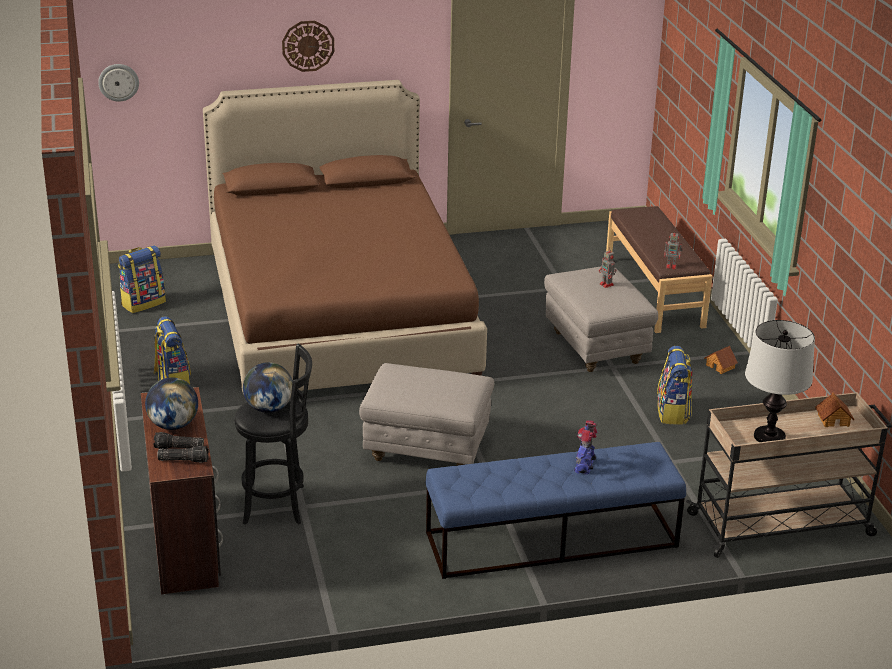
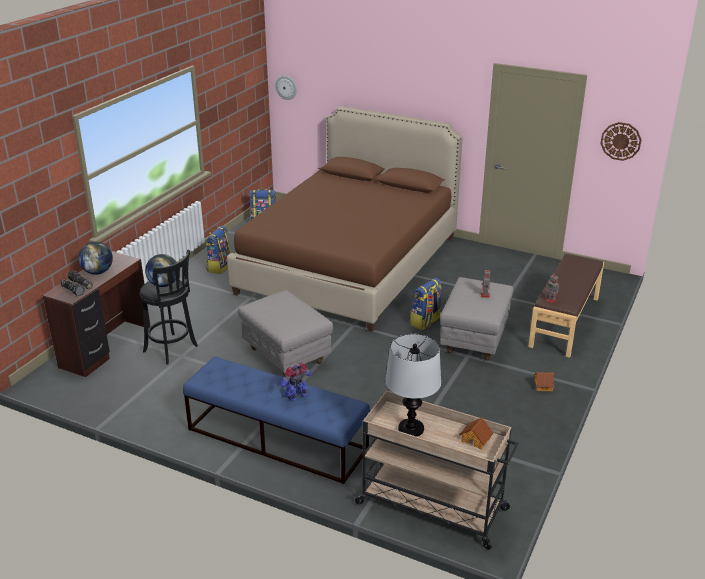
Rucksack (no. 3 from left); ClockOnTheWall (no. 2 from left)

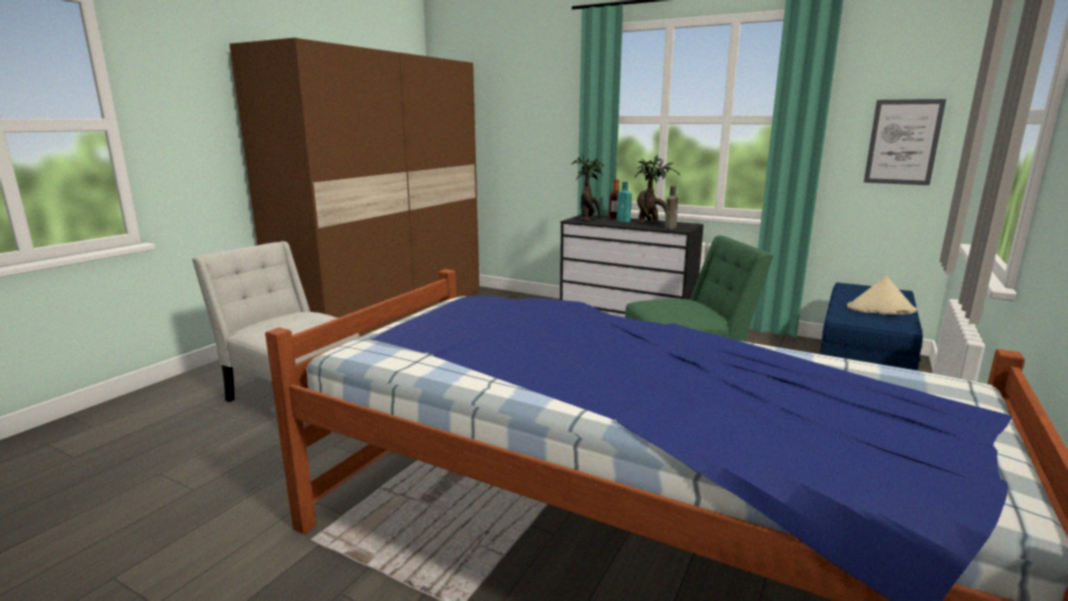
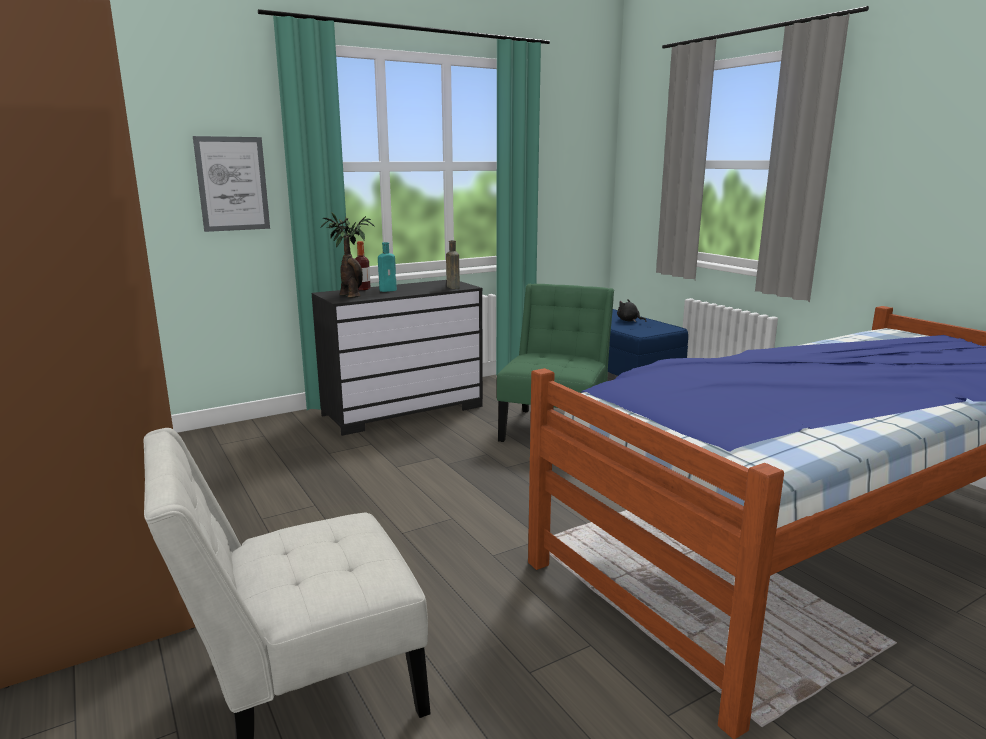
WallPicture; BlackishSoftToy; PottedPlant (no. 2 from left in the first image)

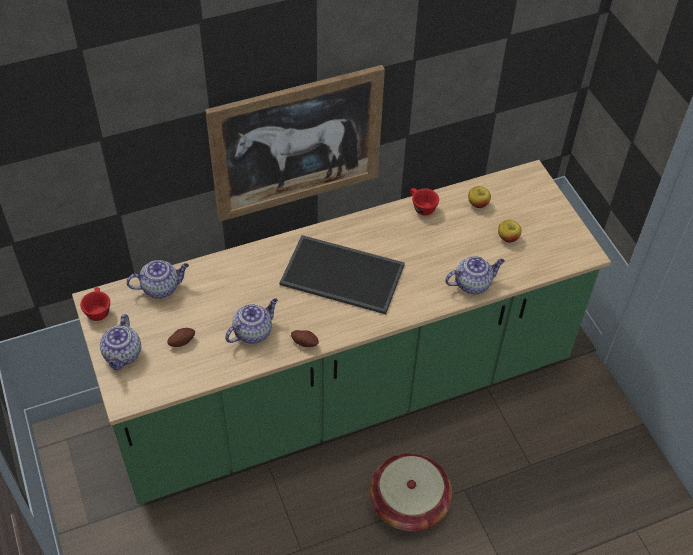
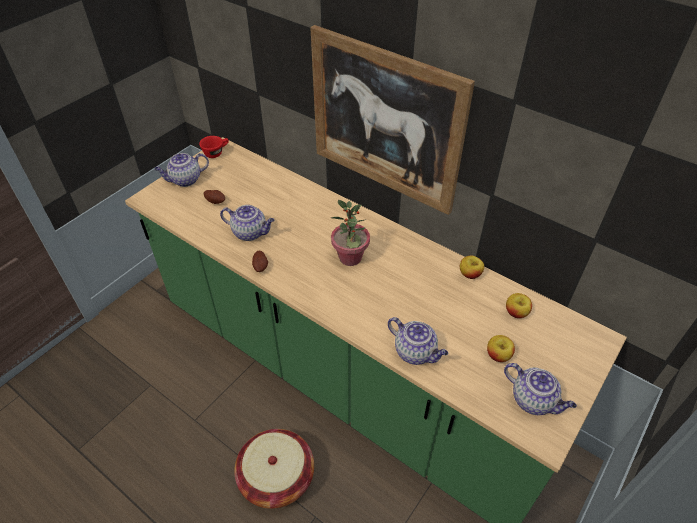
PottedPlant; AppleFruit (no. 1 from left); TeaPot (no. 4 from left)

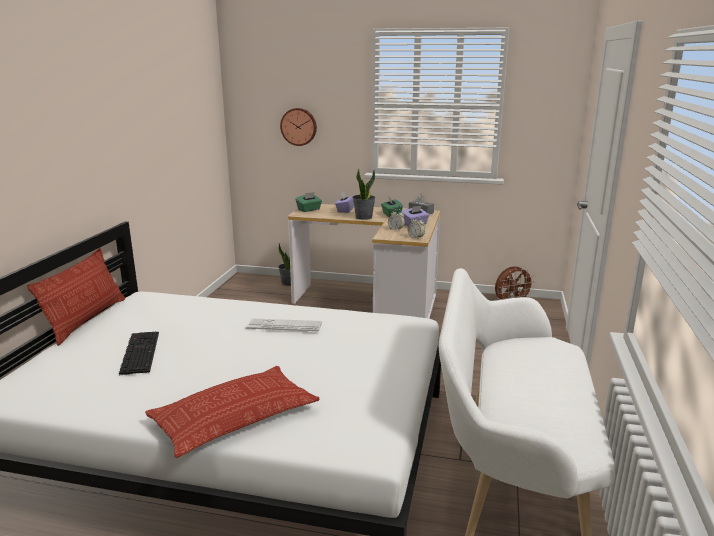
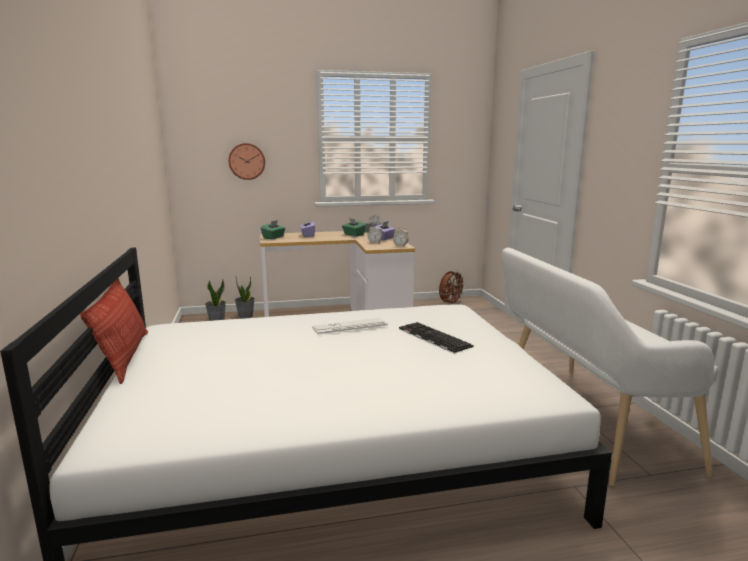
PottedPlant (no. 1 from left); ComputerKeyboard (no. 2 from left); Cushion (no. 2 from left in the first image)

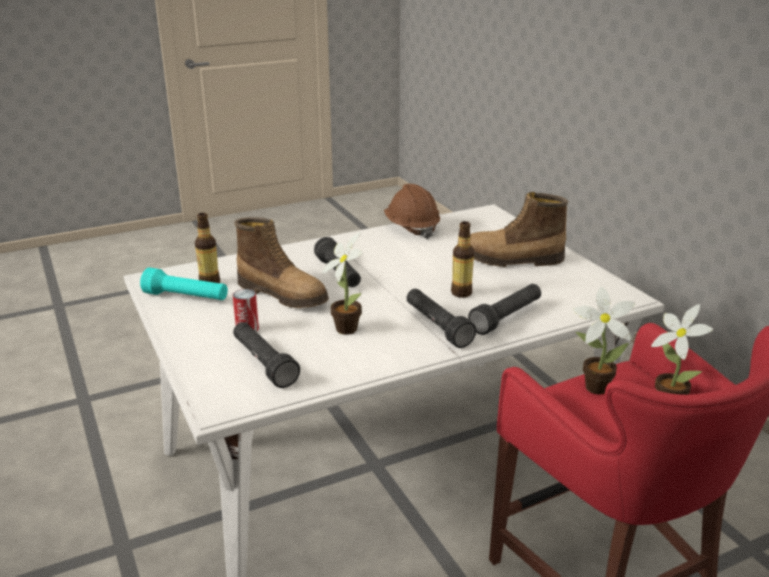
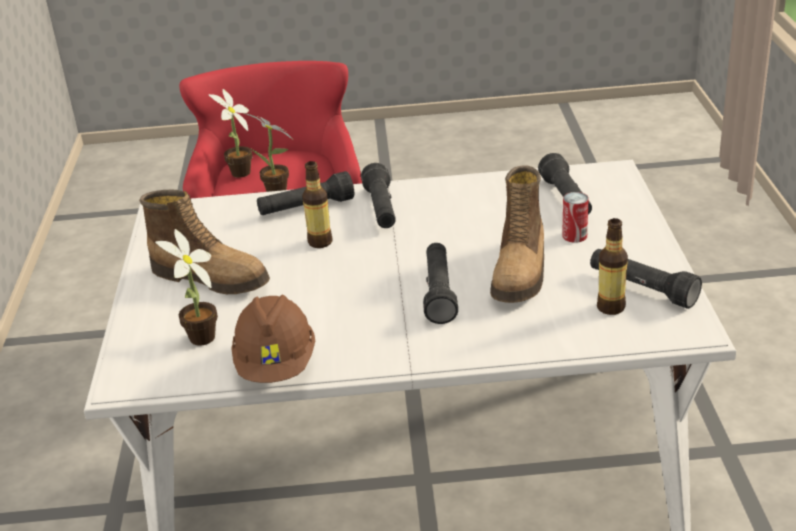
PottedPlant (no. 1 from left); Boot (no. 2 from left); BlackishFlashlight (no. 5 from left)

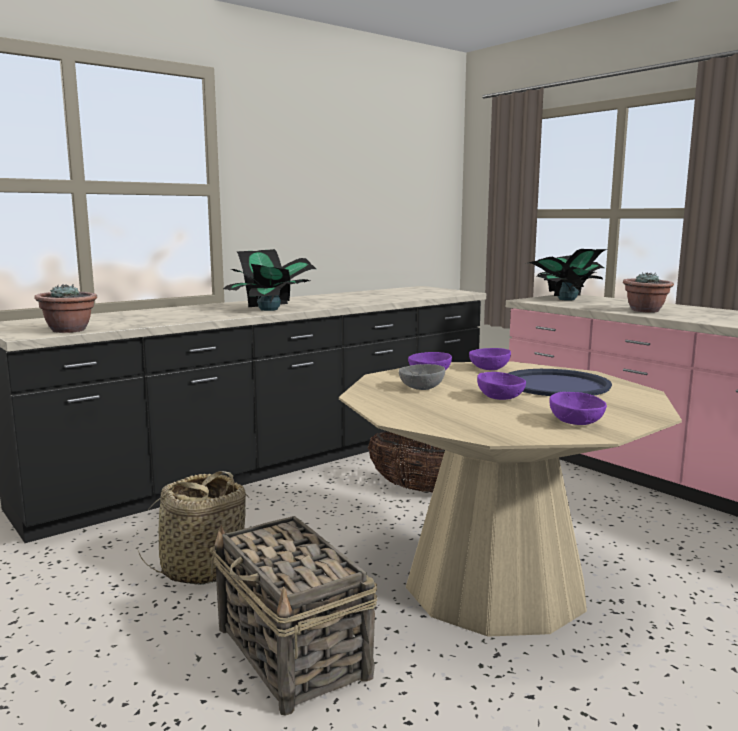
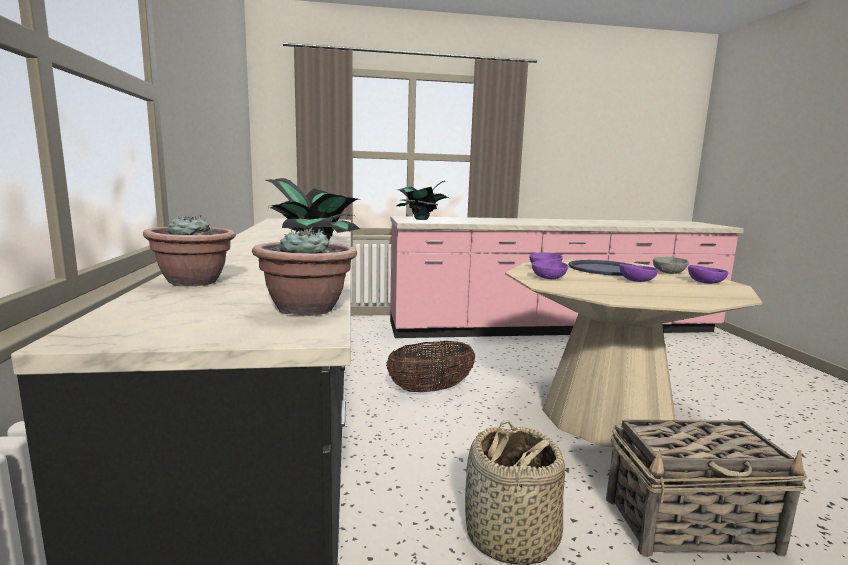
PottedPlant (no. 1 from left); GreyBowl

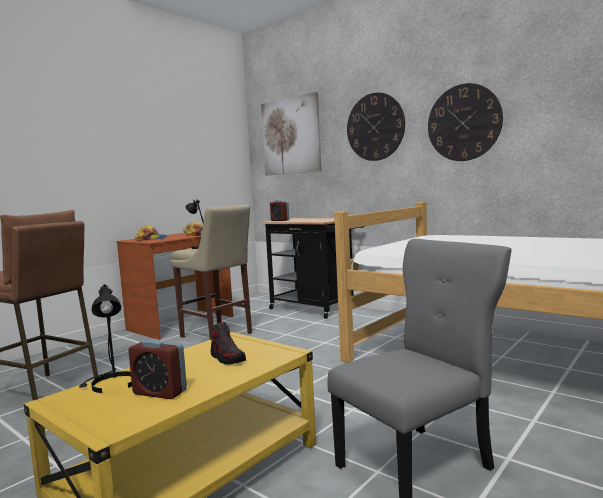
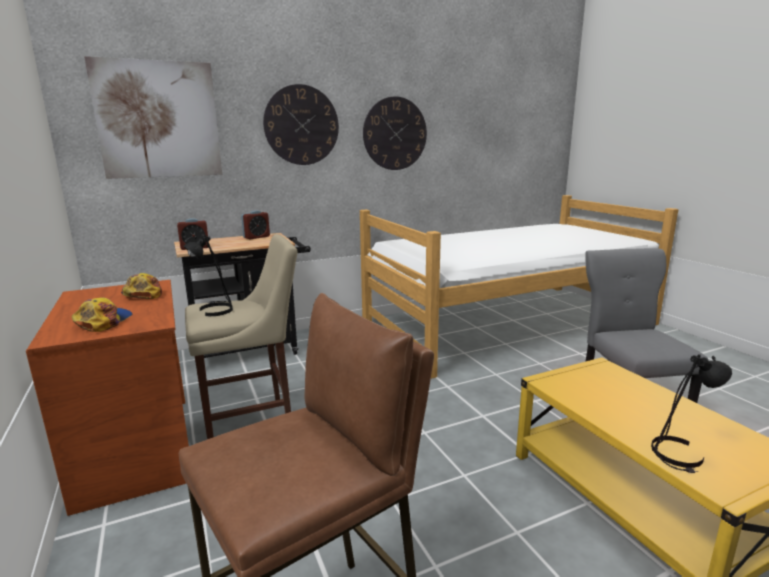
BedsideClock (no. 2 from left); Shoe

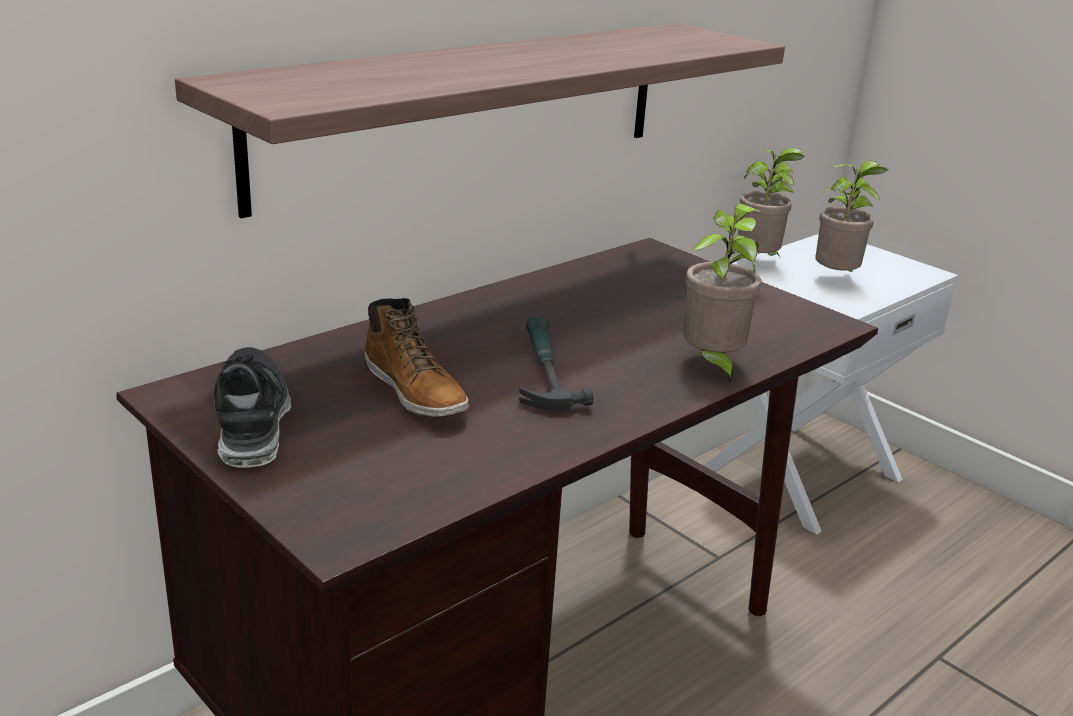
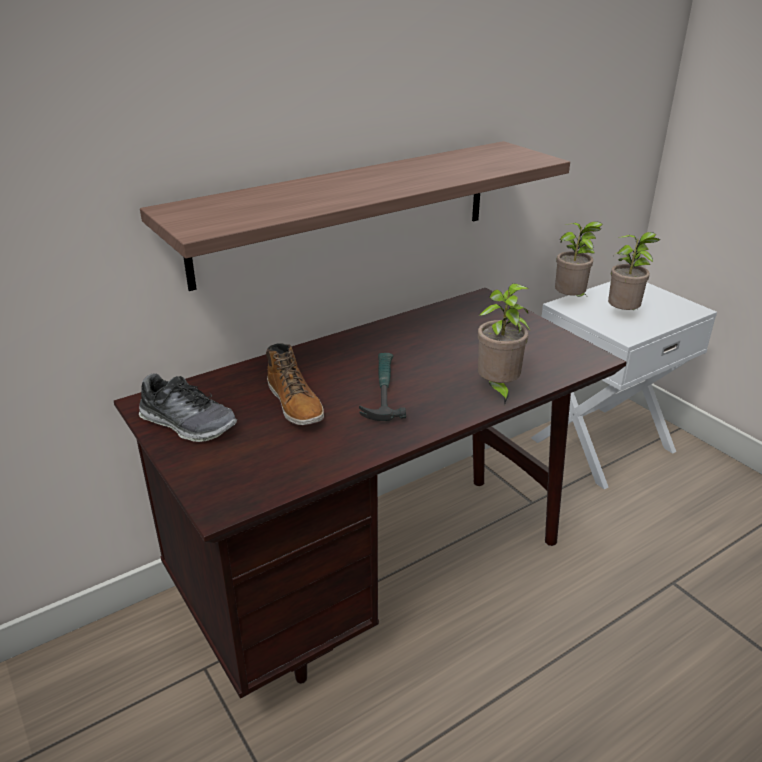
Shoe

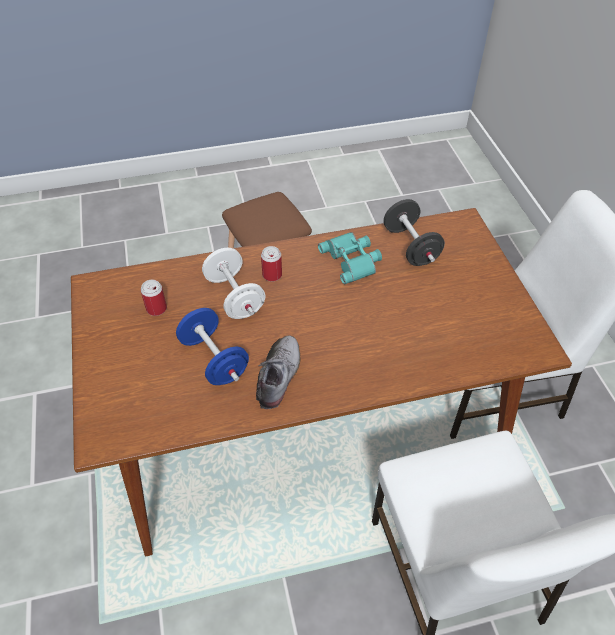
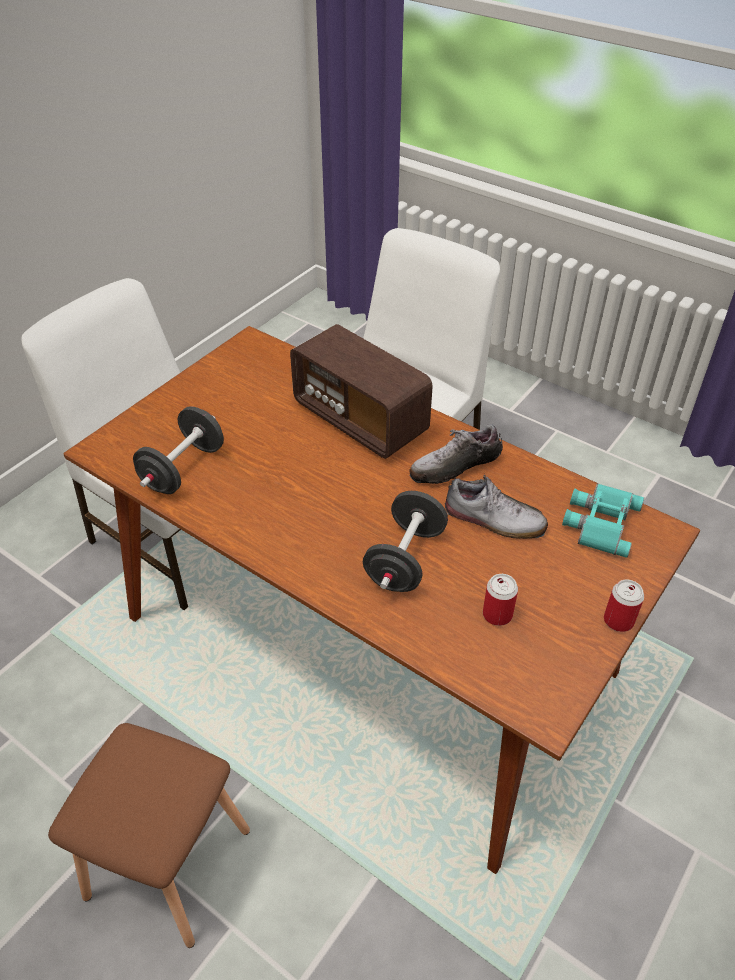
Radio; BlackishHandWeight (no. 2 from left); Shoe (no. 2 from left); TurquoiseBinoculars; SealedCan (no. 2 from left)

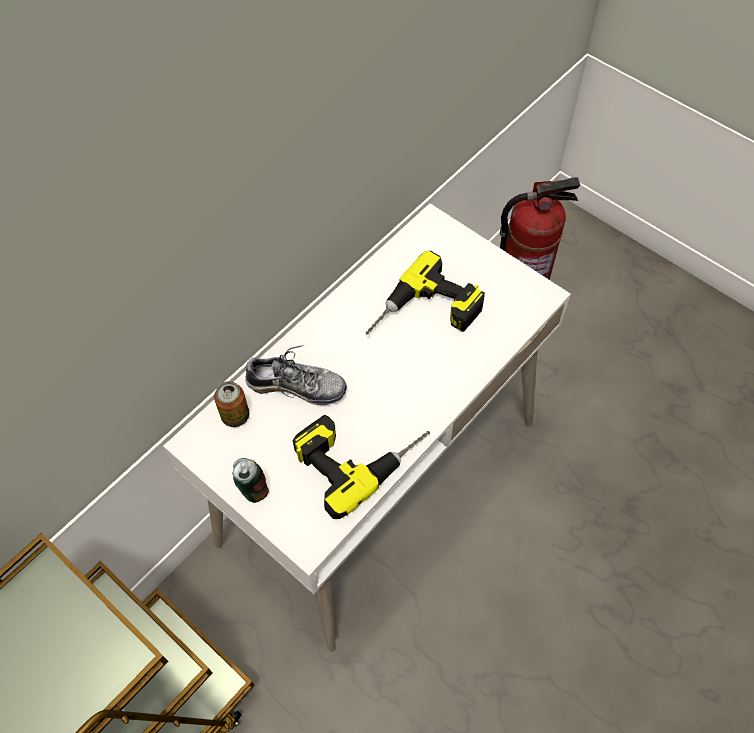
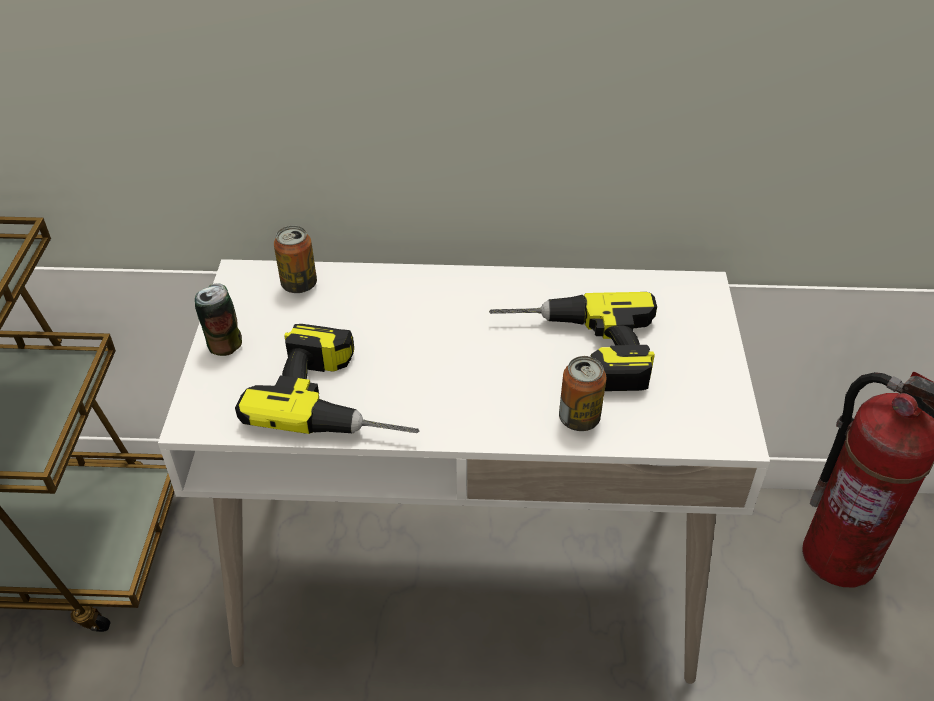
SealedCan (no. 3 from left); Shoe

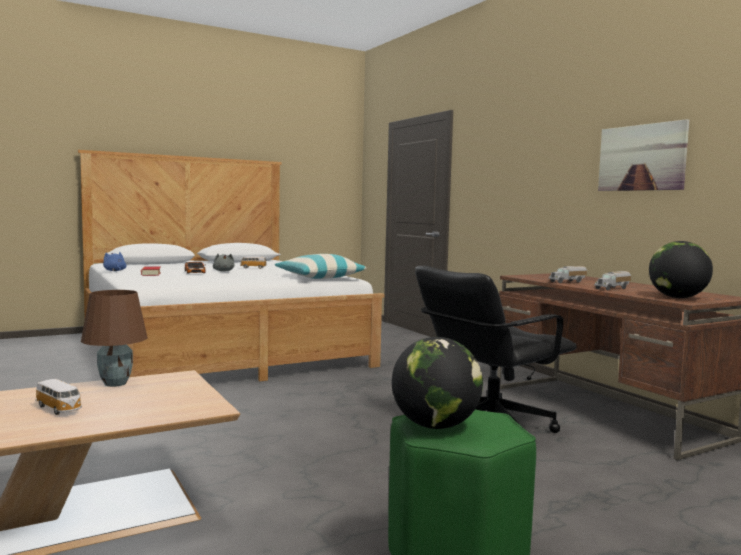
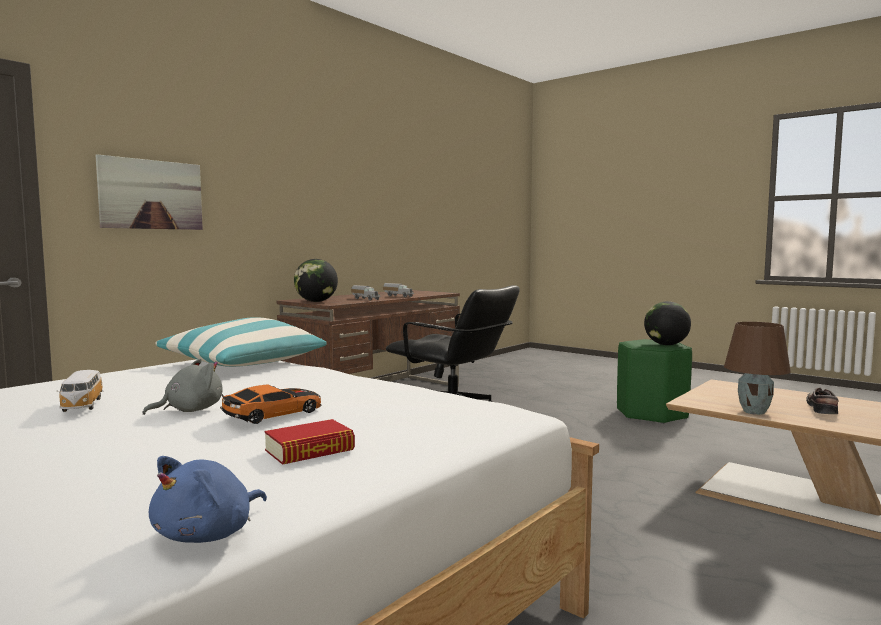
WallPicture; DeskGlobe (no. 1 from left); Shoe

